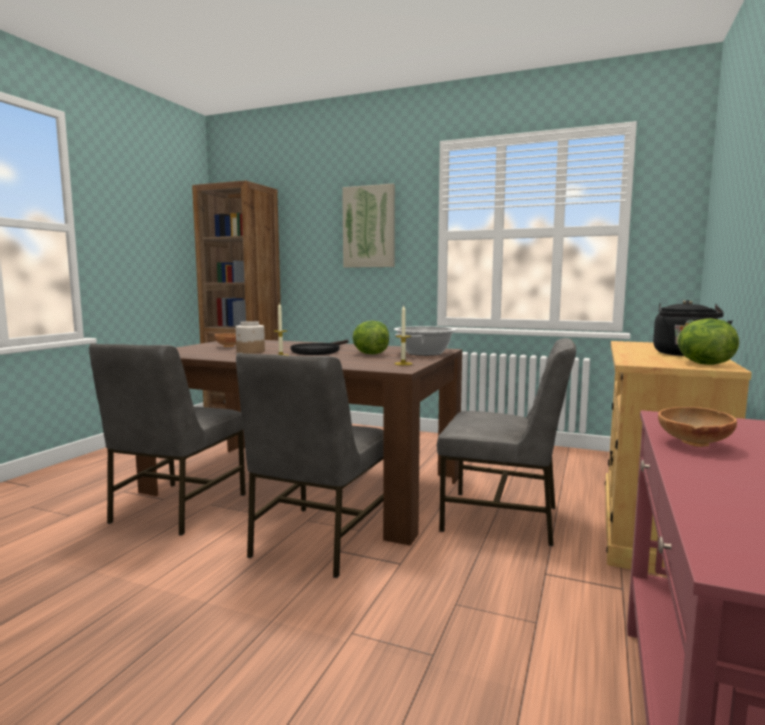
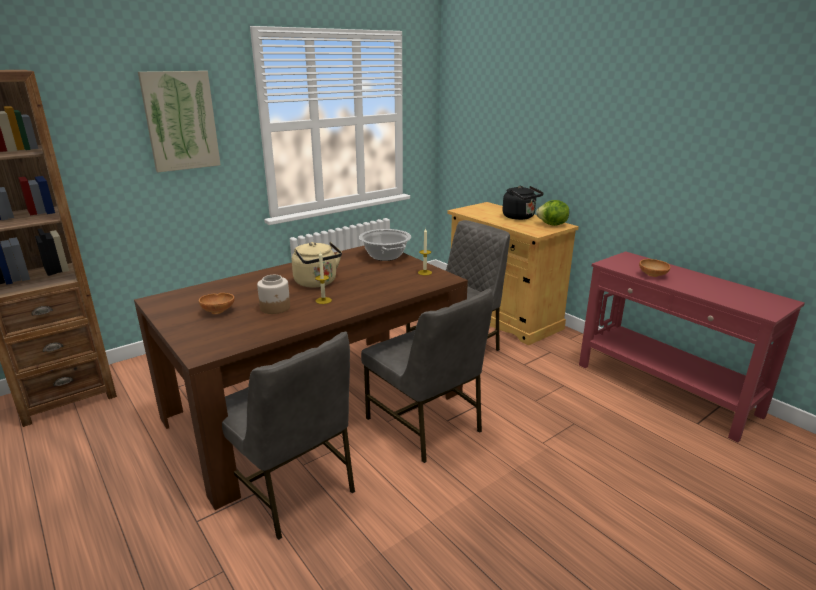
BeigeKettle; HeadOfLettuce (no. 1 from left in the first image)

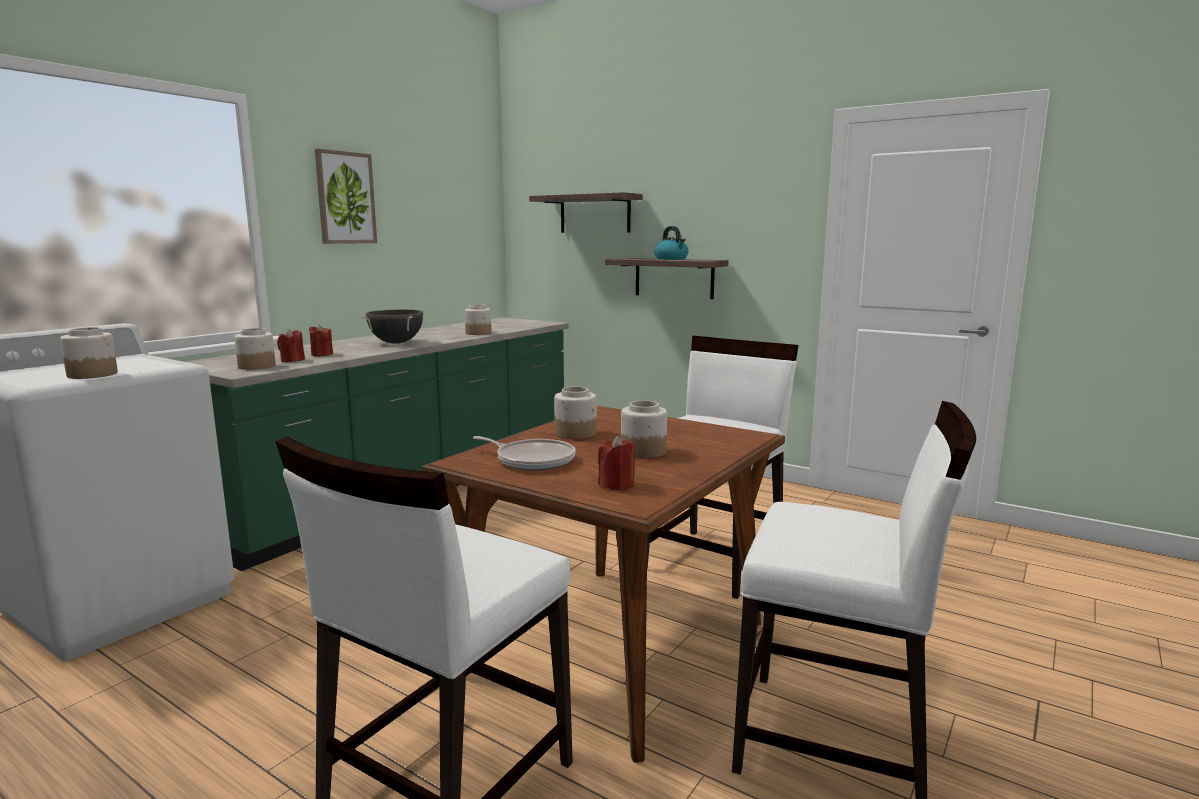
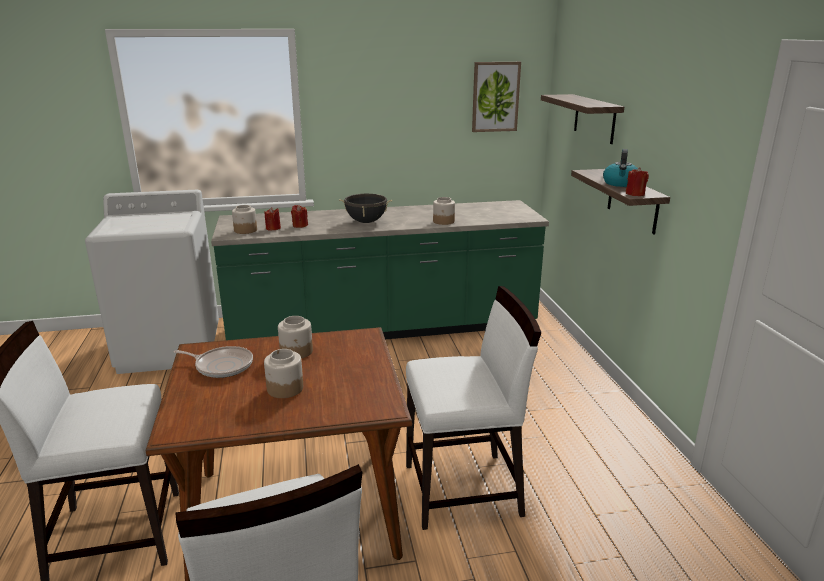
Skillet; WallPicture; RedWaxCandle (no. 3 from left); Jar (no. 1 from left in the first image)

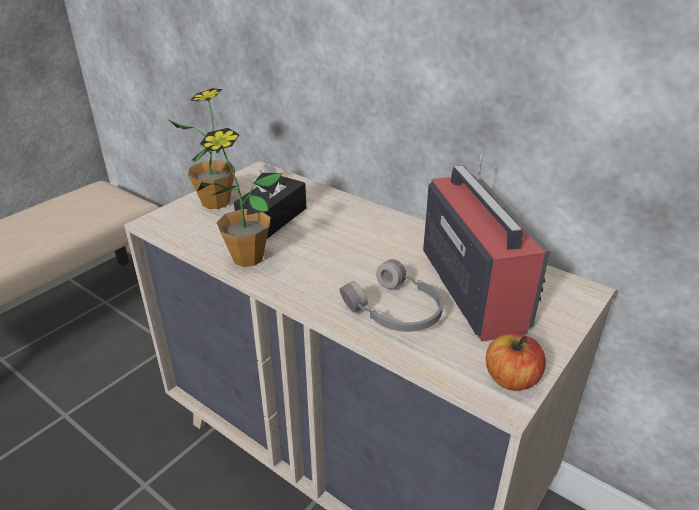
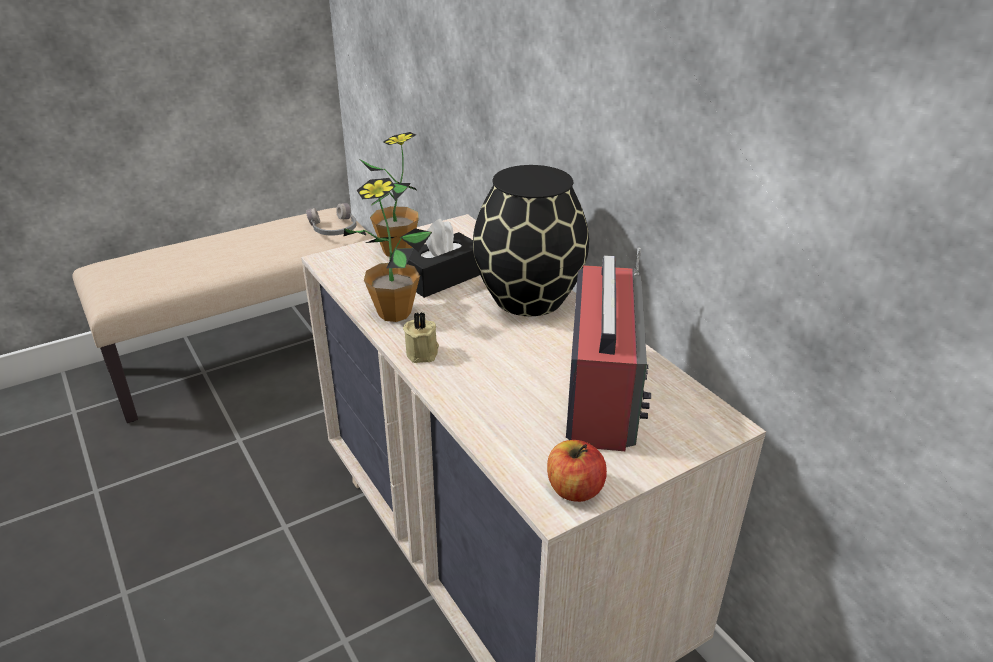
GreyHeadset; BeigeWaxCandle; BlackishVase

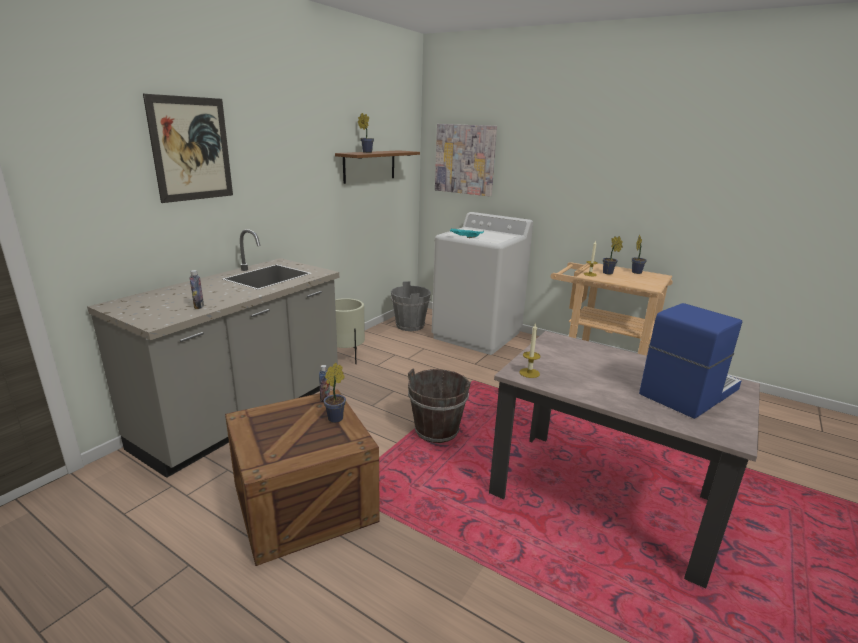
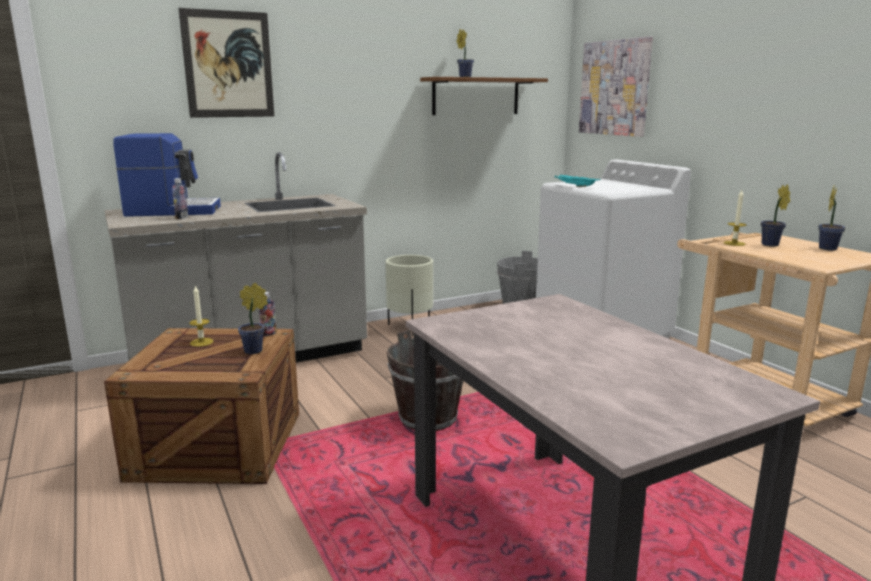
CoffeeMaker; WaxCandle (no. 1 from left)

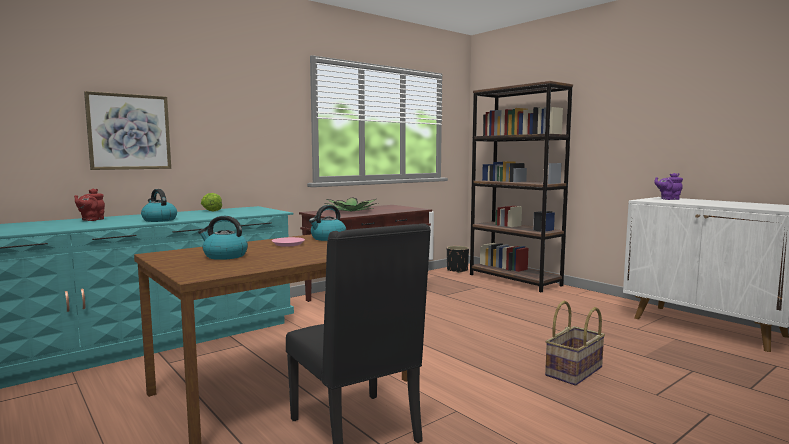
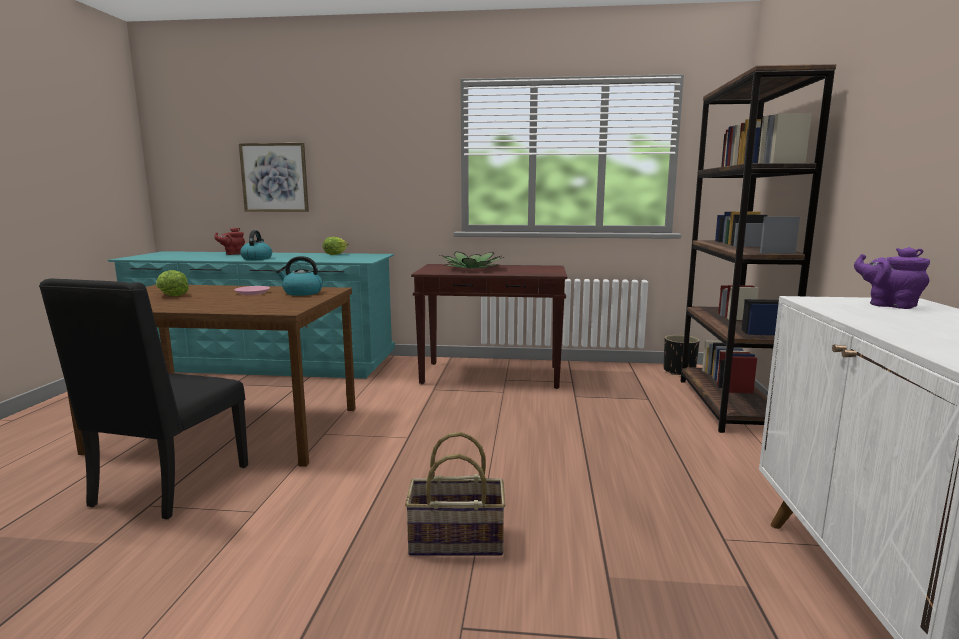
HeadOfLettuce (no. 1 from left)

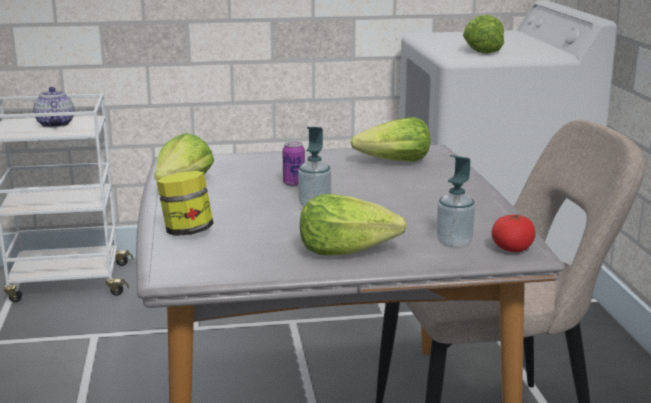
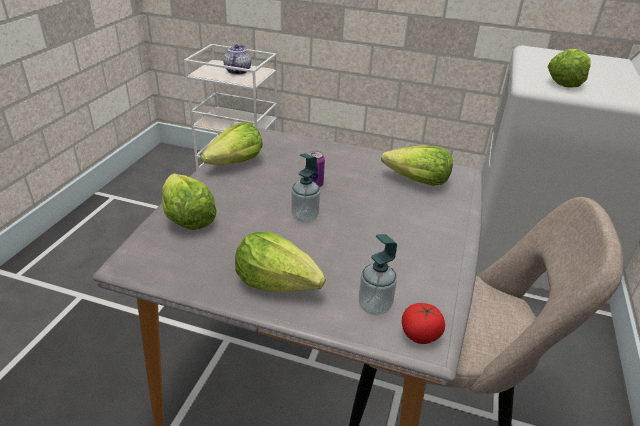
HeadOfLettuce (no. 1 from left)

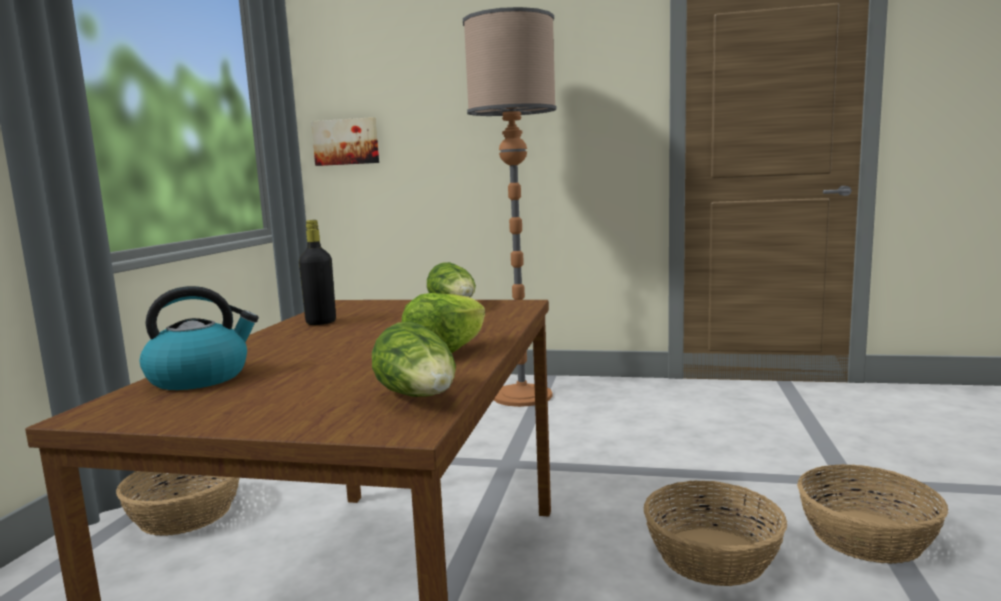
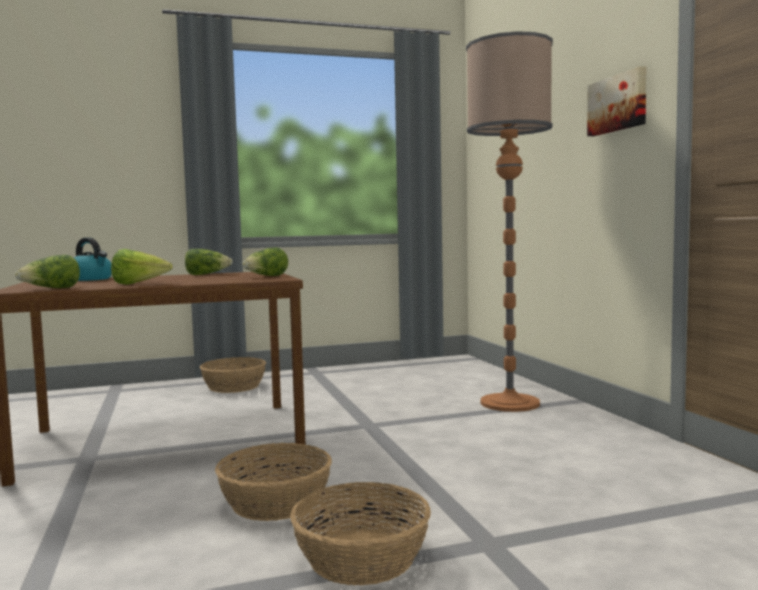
HeadOfLettuce (no. 3 from left); WallPicture

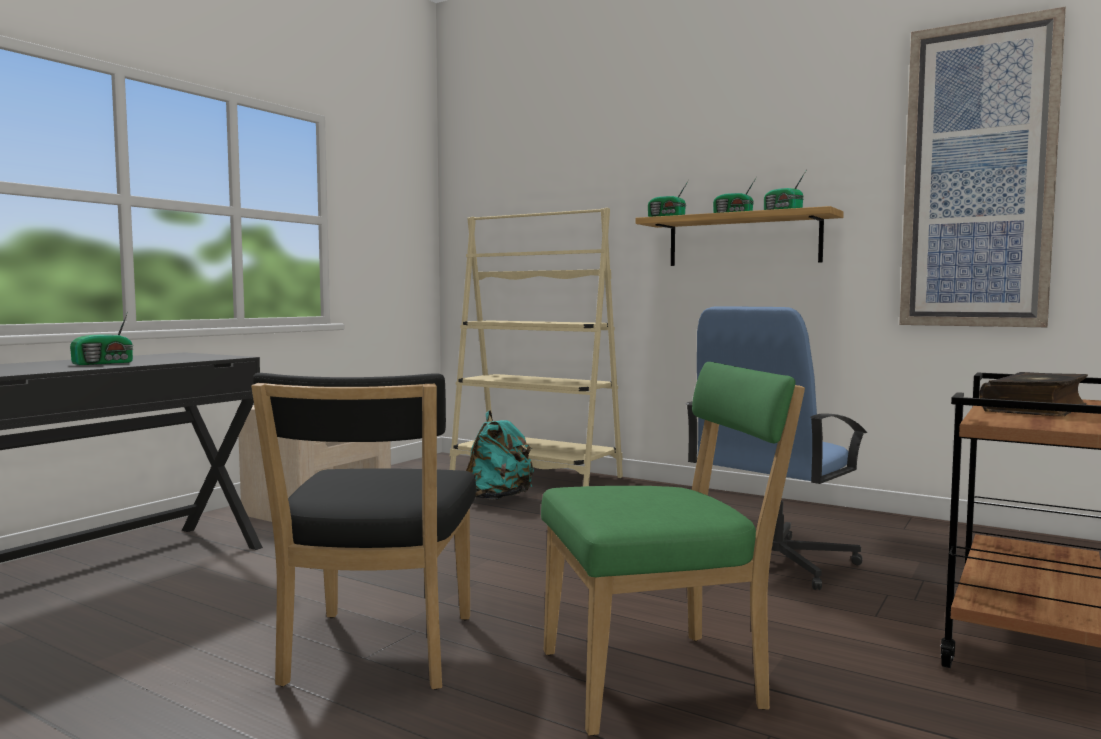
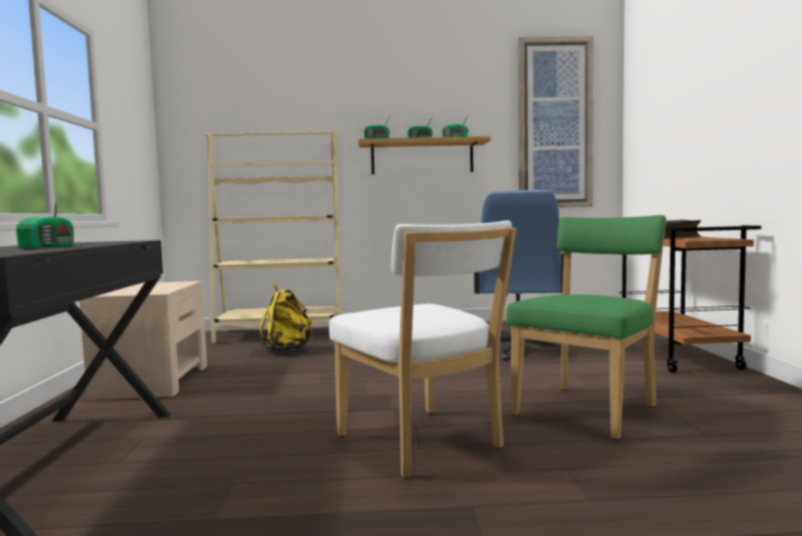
YellowColouredRucksack; WhitishPlainChair

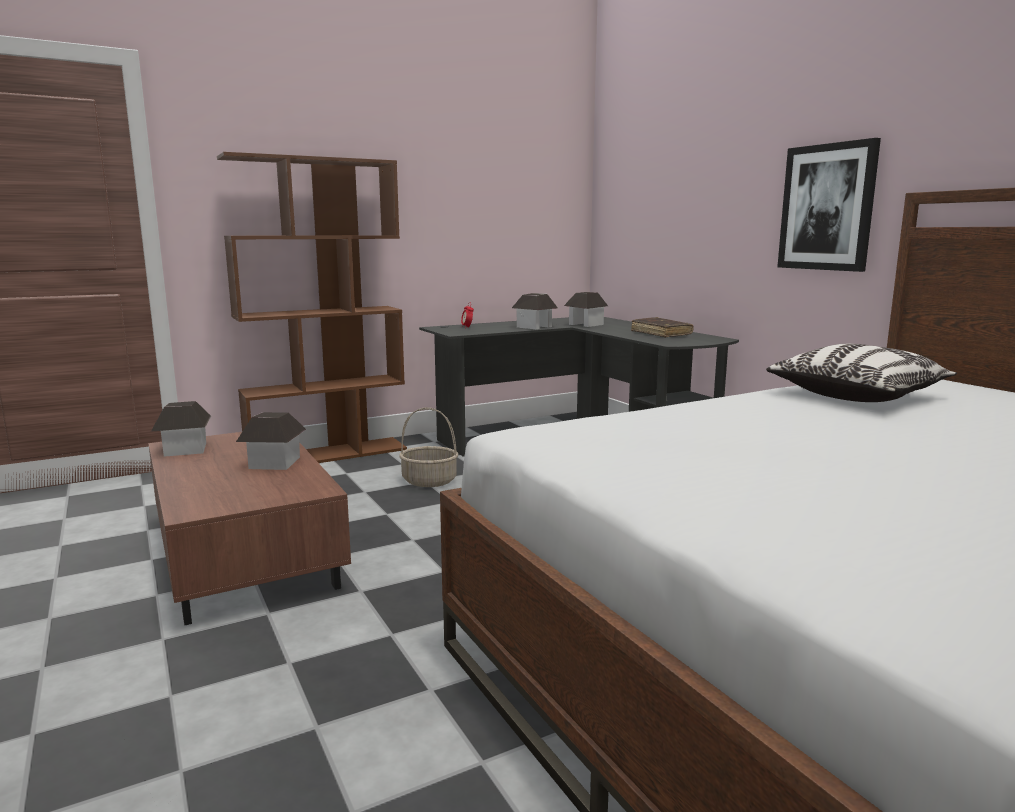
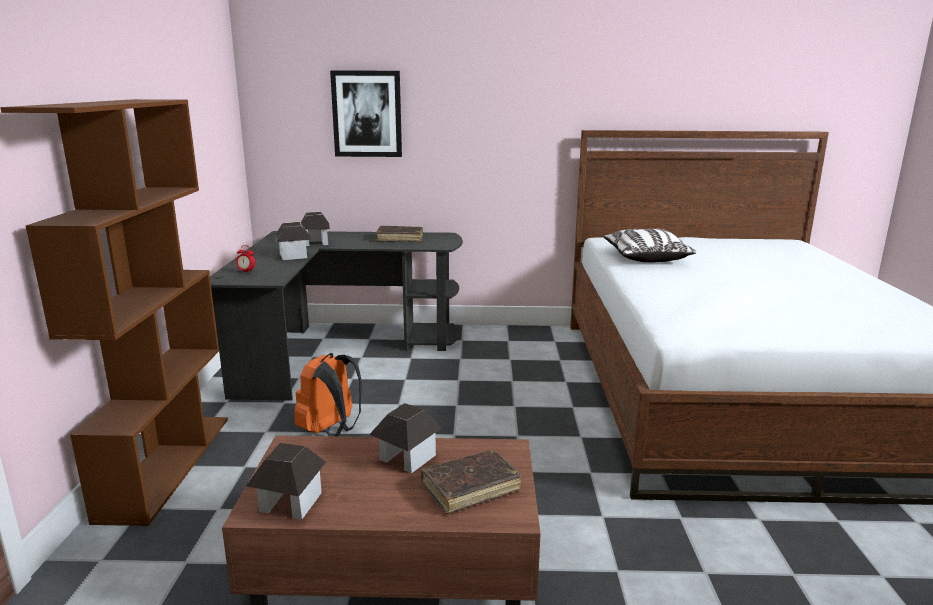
OrangeyRucksack; WallPicture; BrownBook (no. 2 from left)

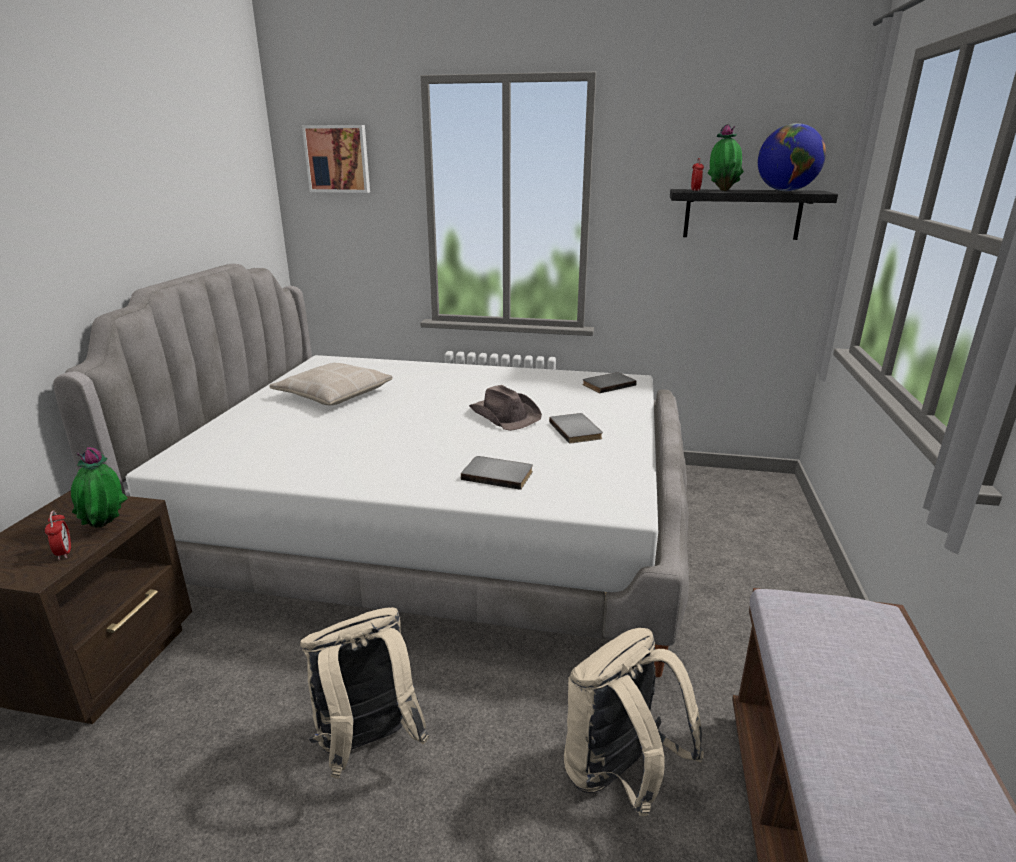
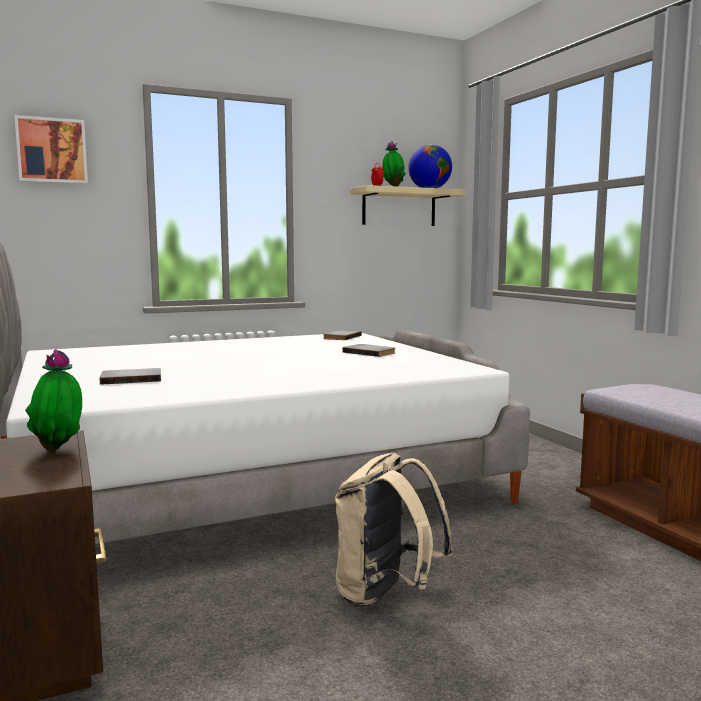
GreyBook (no. 1 from left); BeigeShelf; BedsideClock (no. 1 from left in the first image); BeigeCushion; BrownWearableHat; BeigeRucksack (no. 2 from left in the first image)

